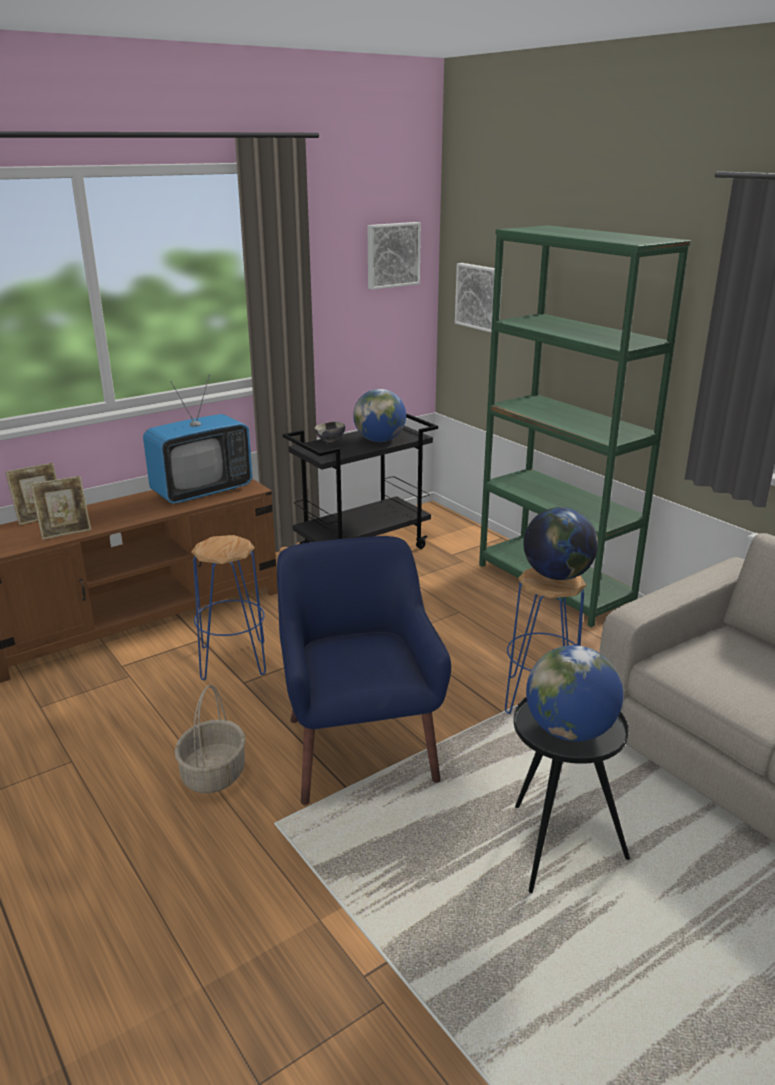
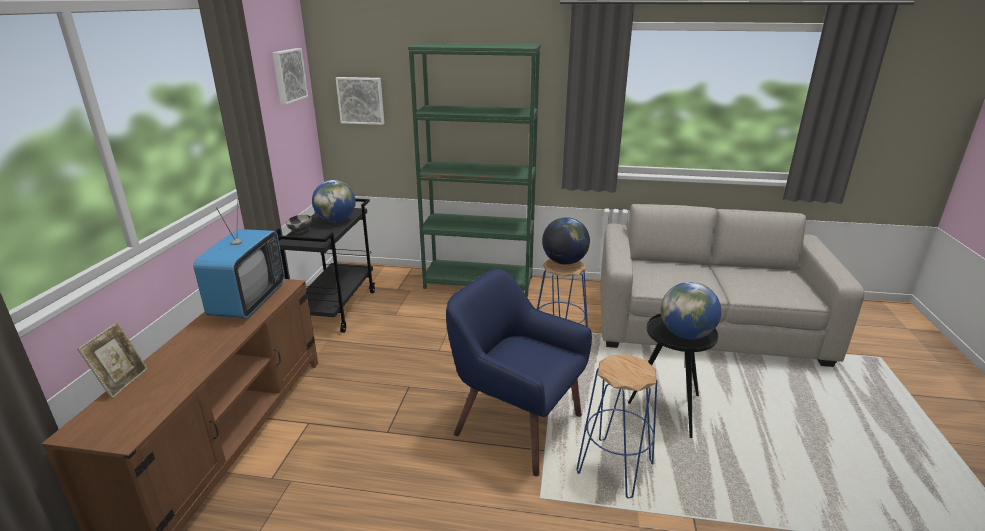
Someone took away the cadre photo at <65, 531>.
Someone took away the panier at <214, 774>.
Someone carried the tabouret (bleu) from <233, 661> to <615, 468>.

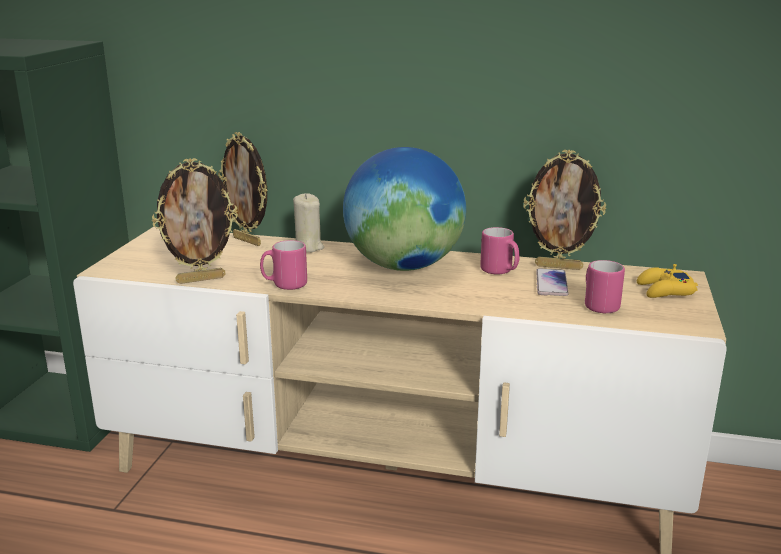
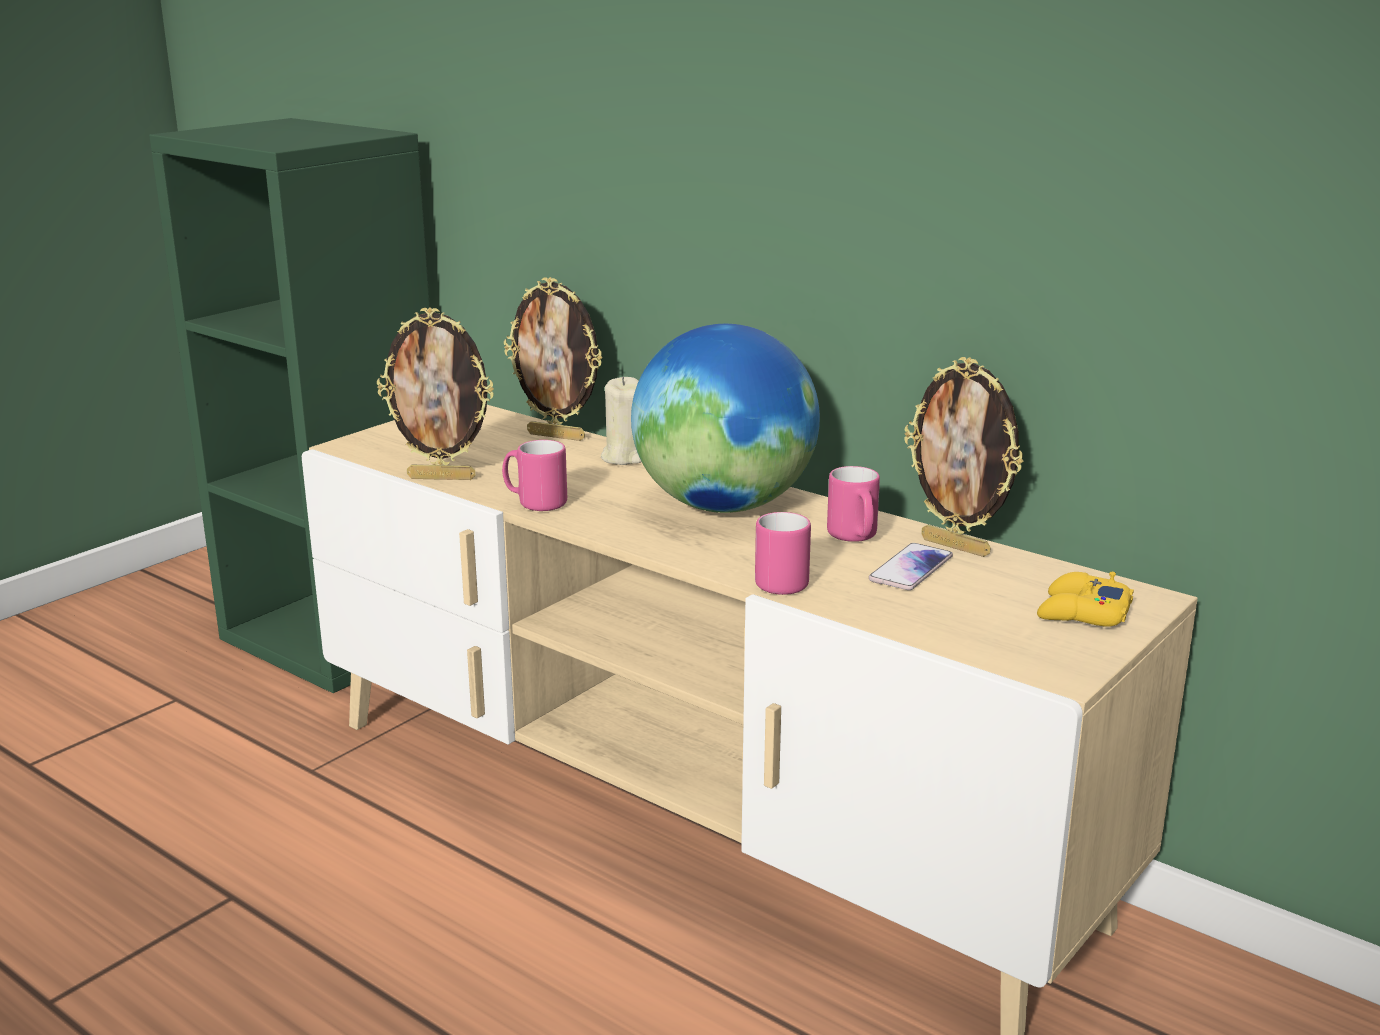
Someone rotated the cadre photo at <248, 241> by 45 degrees counterclockwise.
Someone carried the mug (rose) from <598, 305> to <782, 581>.

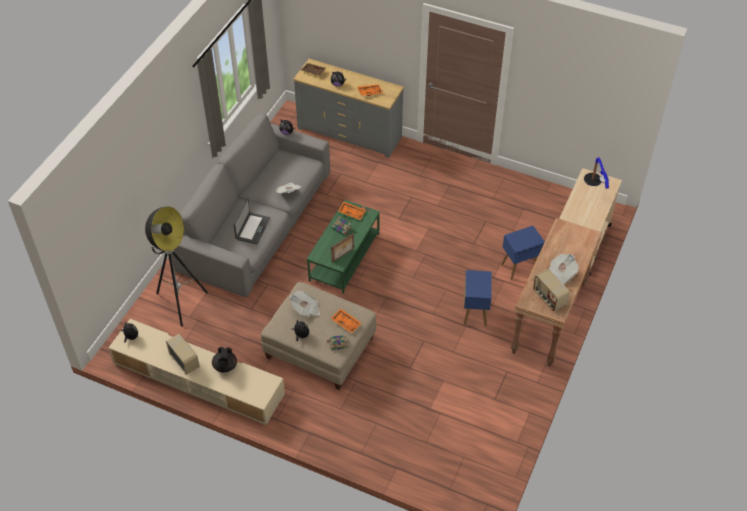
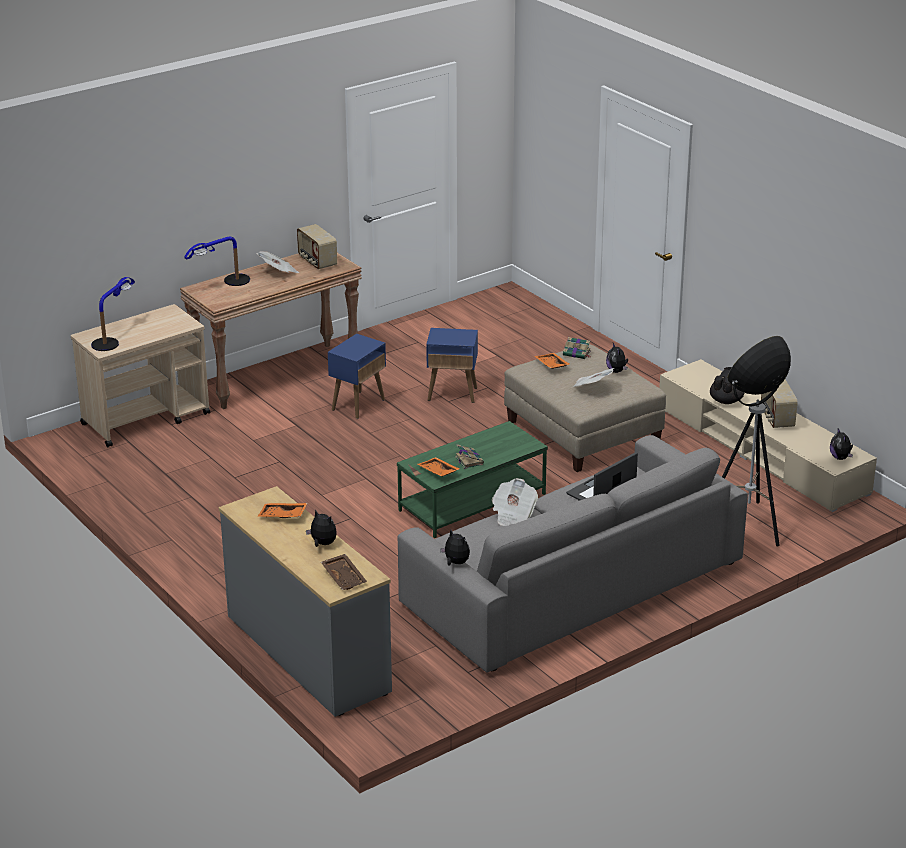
Someone took away the cadre photo at <343, 255>.
Someone carried the table d'appoint (bleu) from <519, 267> to <453, 394>.
Someone rotated the radio at <549, 298> by 150 degrees clockwise.
Someone put down the lampe de table at <224, 284>.

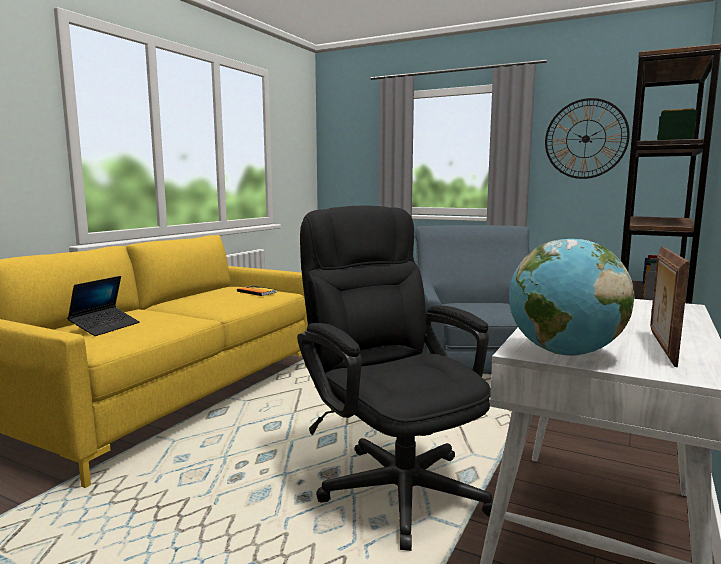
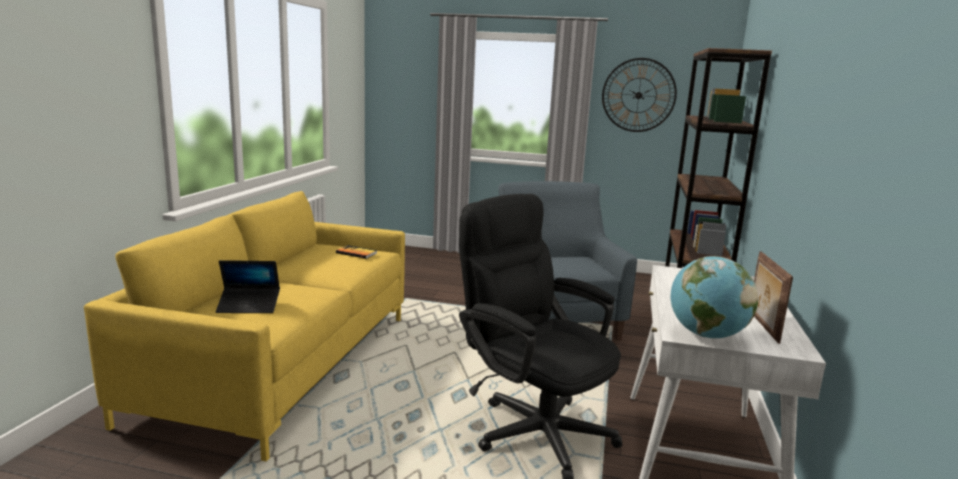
Someone rotated the ordinateur portable at <105, 327> by 75 degrees clockwise.

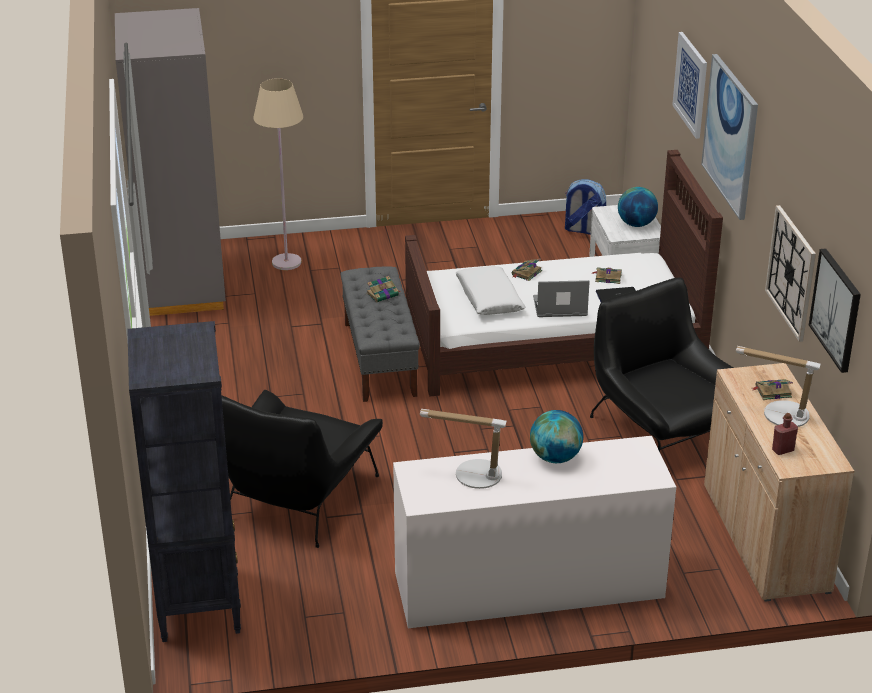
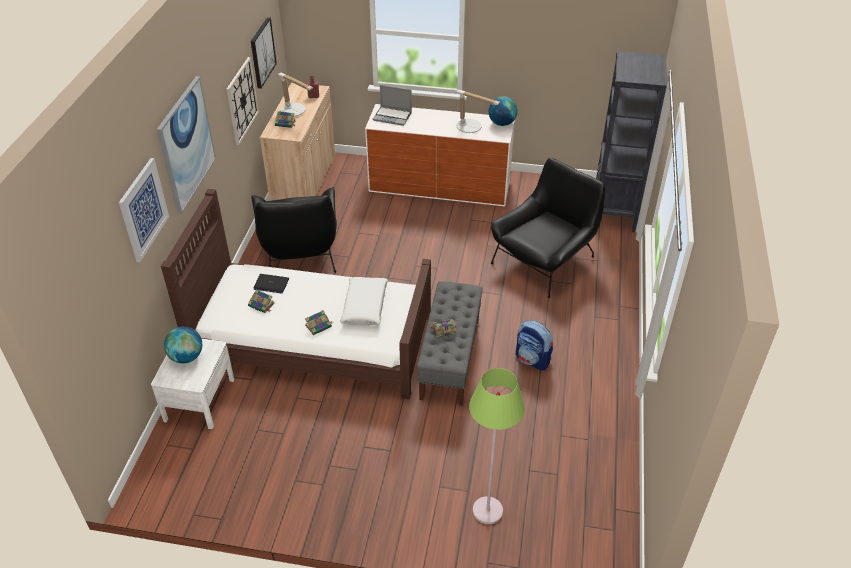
Someone took away the armoire (gris) at <183, 285>.
Someone repainted the lampadaire (beige) at <286, 262>, which became the lampadaire (vert) at <487, 511>.
Someone carried the globe from <555, 458> to <502, 123>.
Someone carried the ordinateur portable from <559, 307> to <393, 116>.
Someone carried the sac à dos from <583, 230> to <533, 359>.

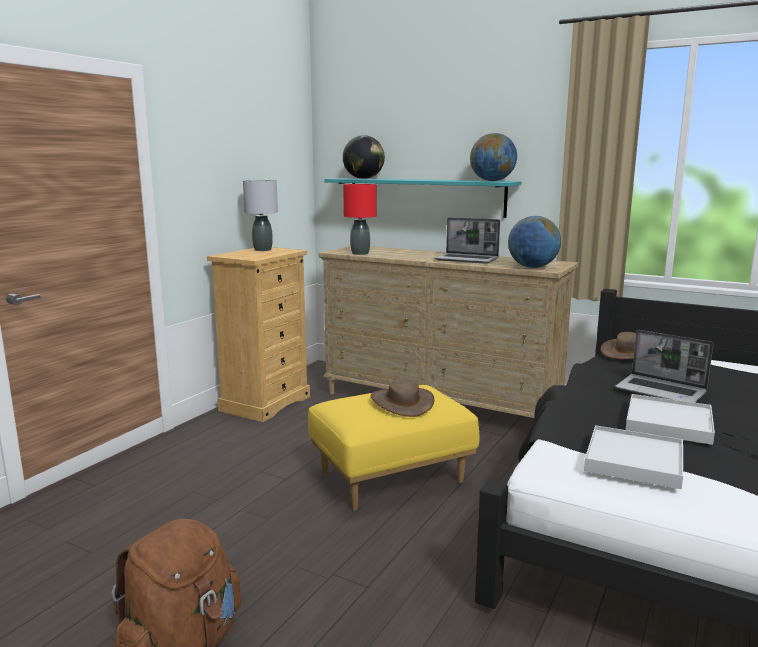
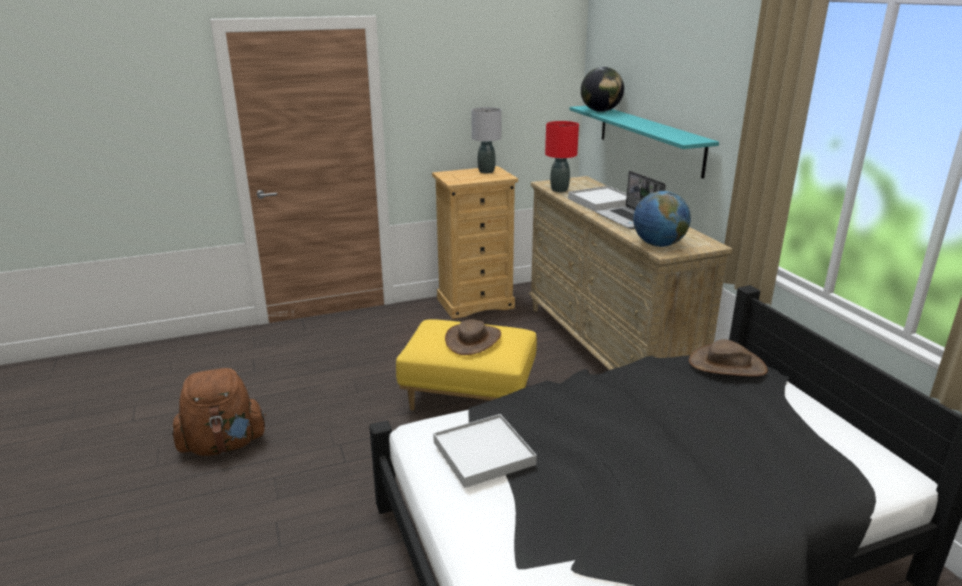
Someone took away the globe at <492, 181>.
Someone took away the ordinateur portable at <662, 391>.
Someone carried the plateau (blanc) from <668, 423> to <601, 202>.

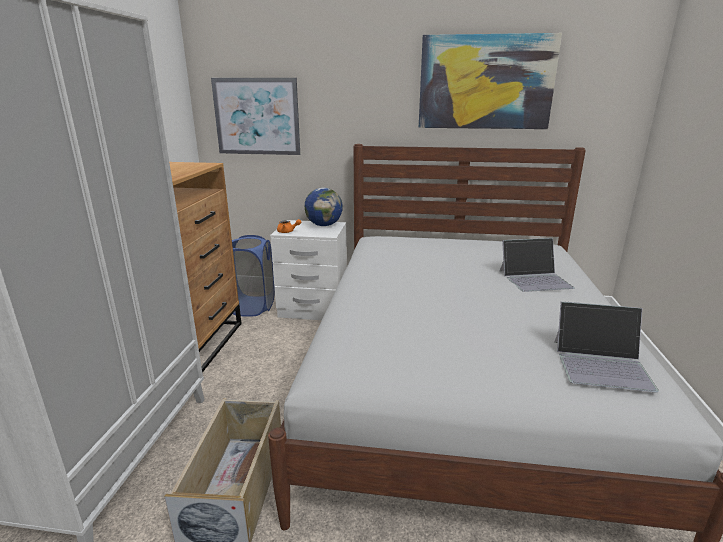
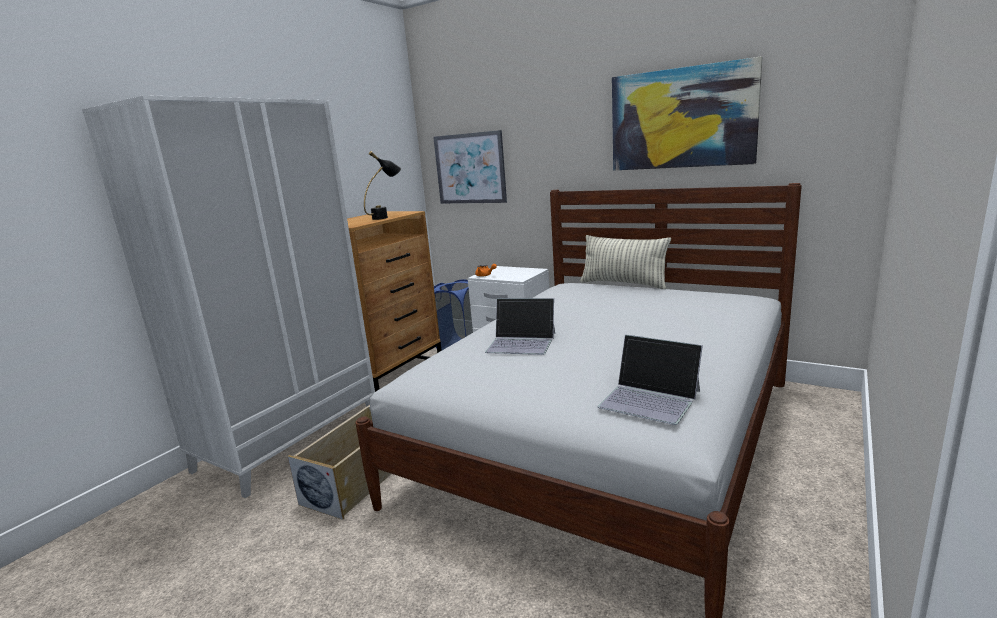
Someone took away the globe at <324, 225>.
Someone carried the ordinateur portable from <535, 279> to <522, 342>.
Someone put down the lampe de table (noir) at <386, 217>.
Someone put down the coussin at <623, 284>.

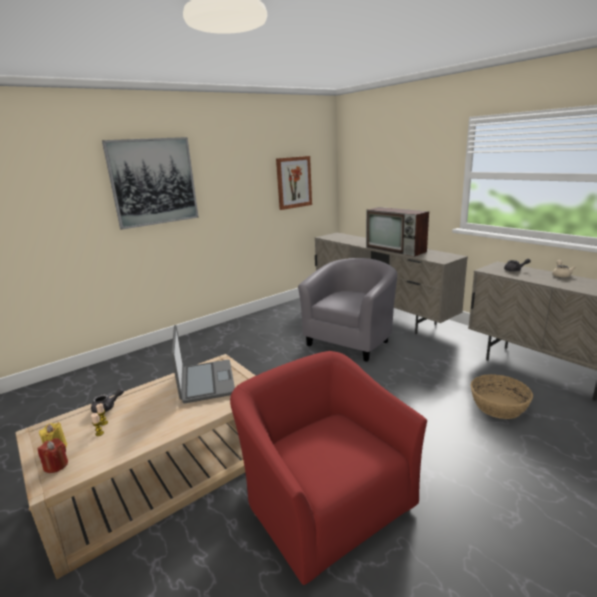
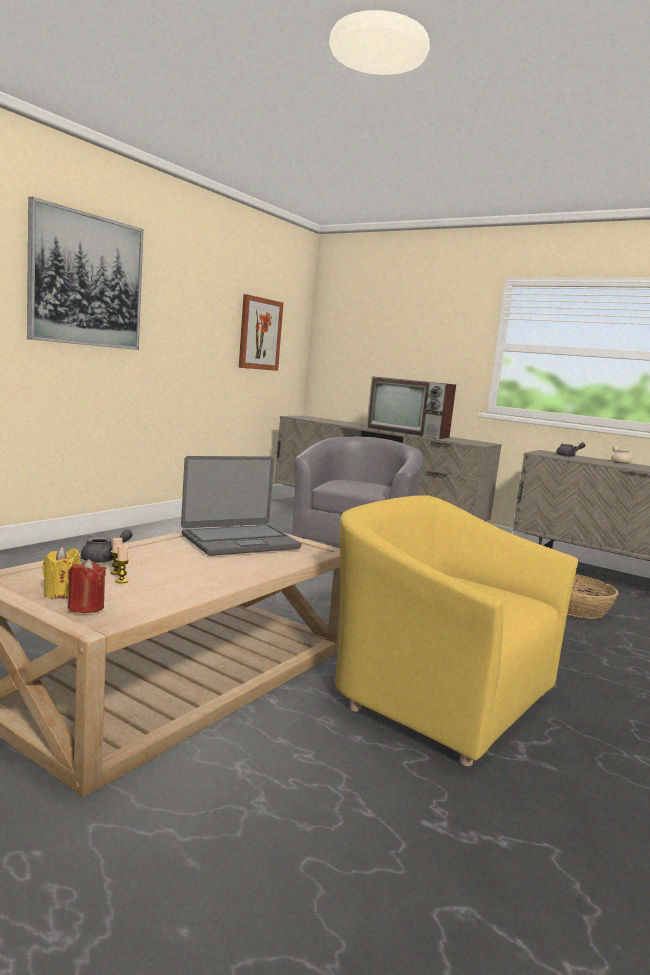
Someone rotated the ordinateur portable at <206, 382> by 90 degrees clockwise.
Someone repainted the fauteuil (rouge) at <325, 502>, which became the fauteuil (jaune) at <438, 694>.

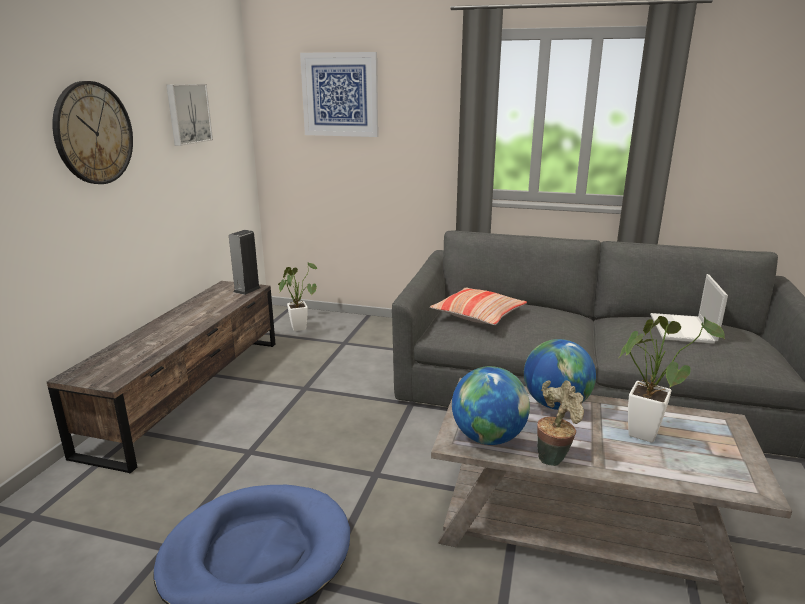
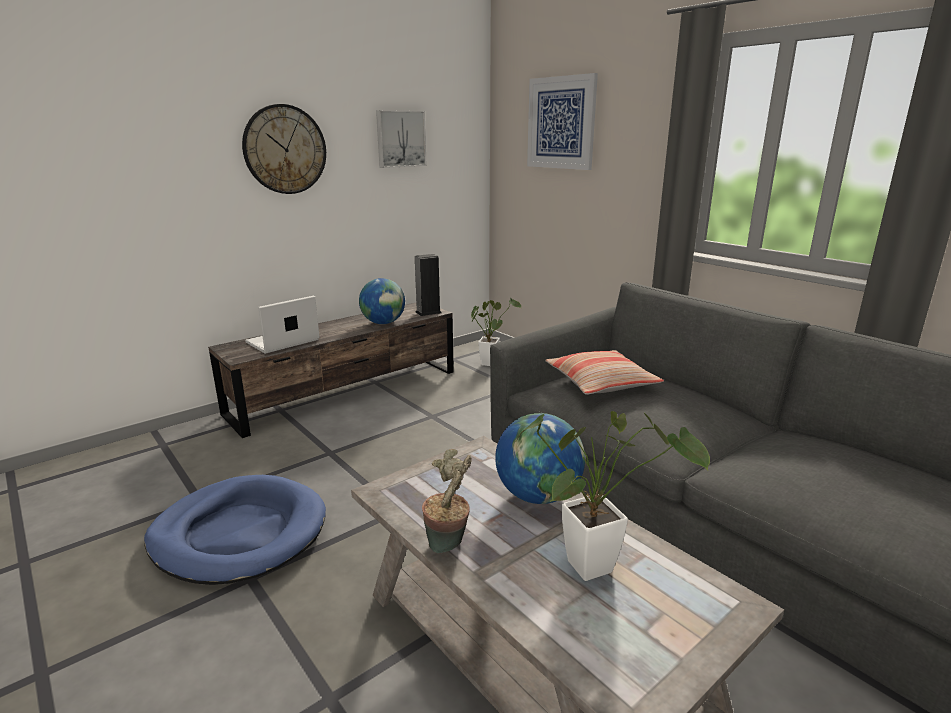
Someone carried the globe from <488, 438> to <383, 323>.
Someone carried the ordinateur portable from <682, 329> to <281, 342>.

